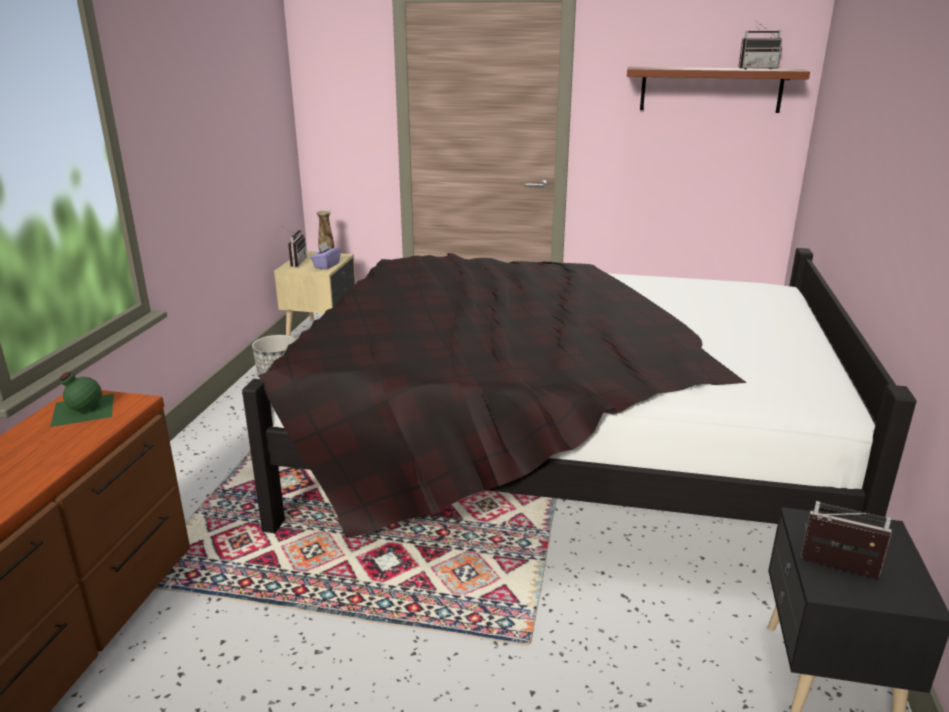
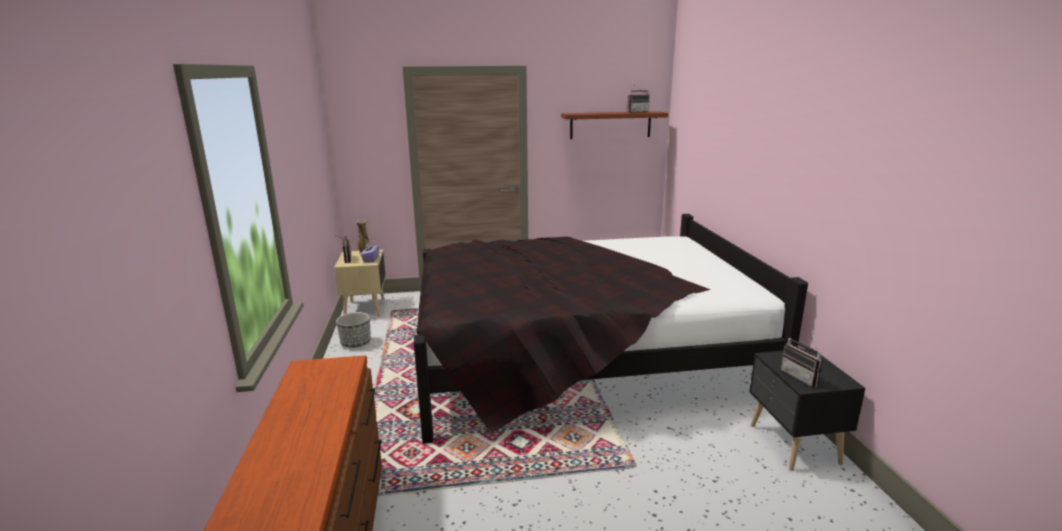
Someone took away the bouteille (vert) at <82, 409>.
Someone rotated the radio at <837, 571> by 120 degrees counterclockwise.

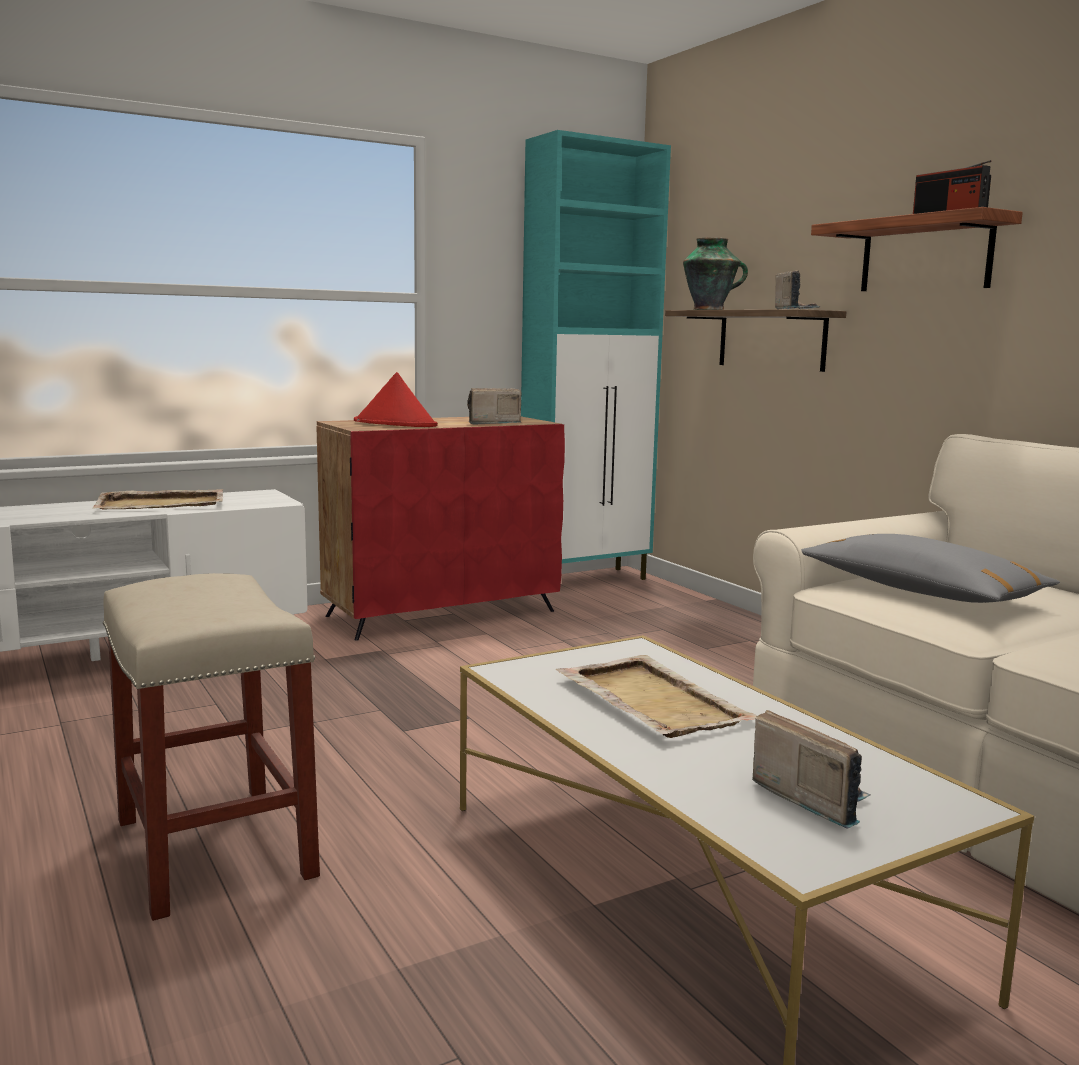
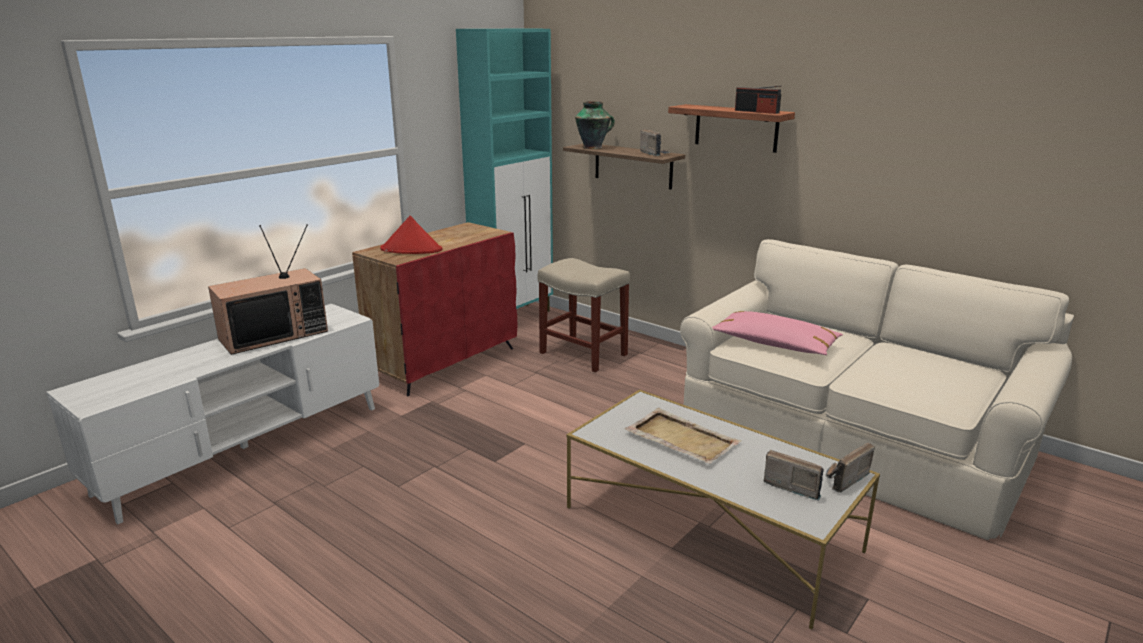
Someone swapped the plateau (beige) at <162, 504> for the téléviseur at <274, 334>.
Someone carried the tabouret (beige) from <212, 846> to <582, 353>.
Someone carried the radio from <491, 423> to <842, 479>.
Someone repainted the coussin (gris) at <920, 591>, which became the coussin (rose) at <774, 344>.

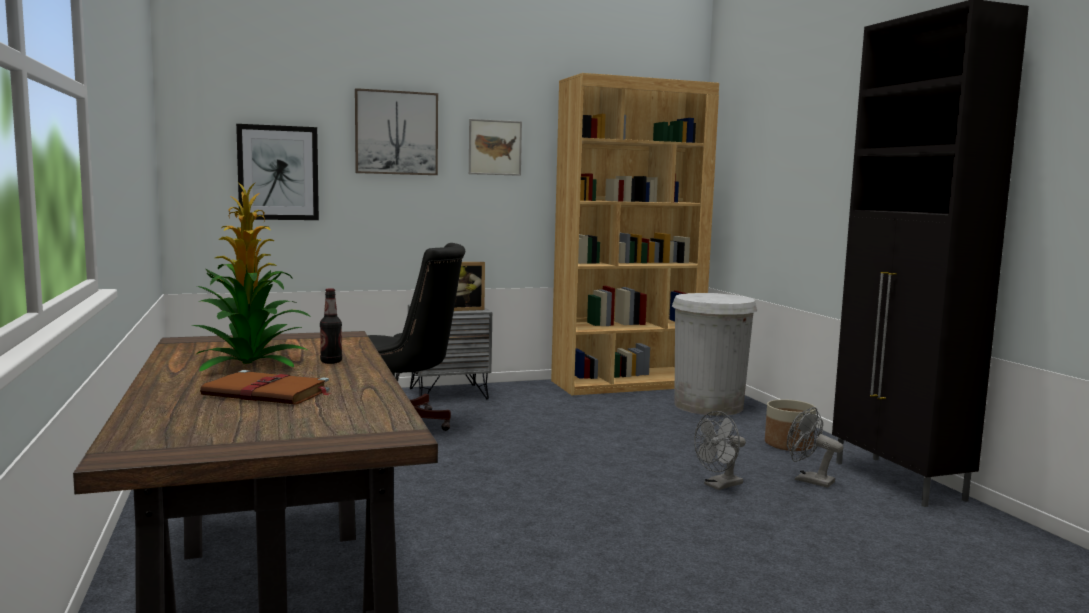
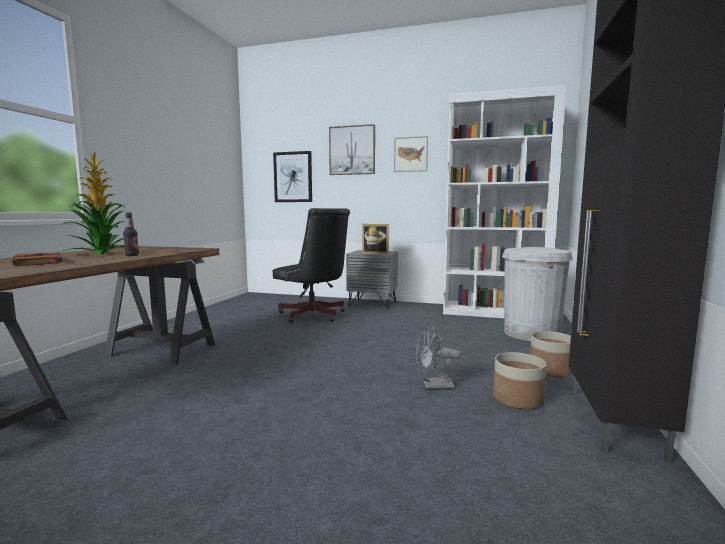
Someone repainted the bibliothèque (marron) at <627, 384>, which became the bibliothèque (blanc) at <494, 312>.
Someone swapped the ventilateur (gris) at <808, 480> for the cache-pot at <517, 399>.

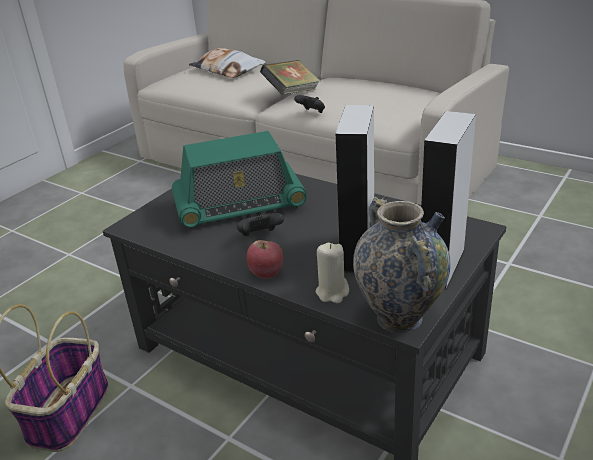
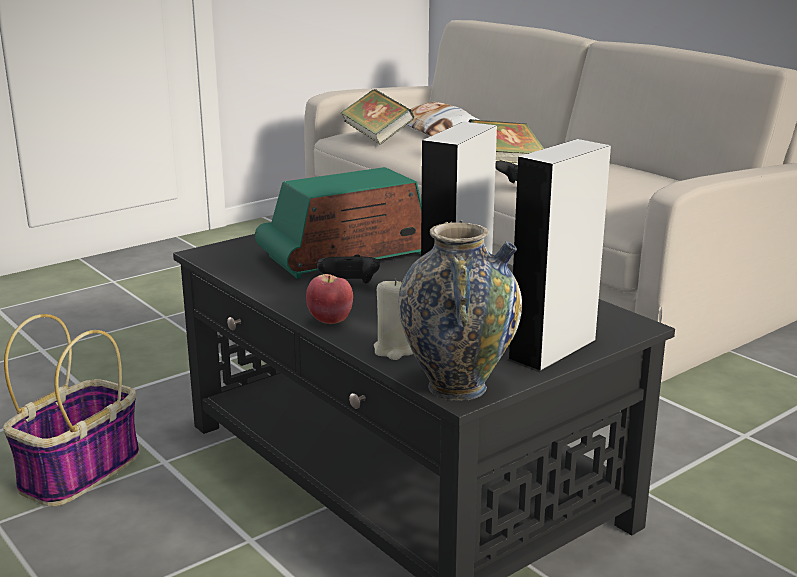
Someone rotated the radio at <239, 206> by 150 degrees clockwise.
Someone put down the livre at <377, 137>.

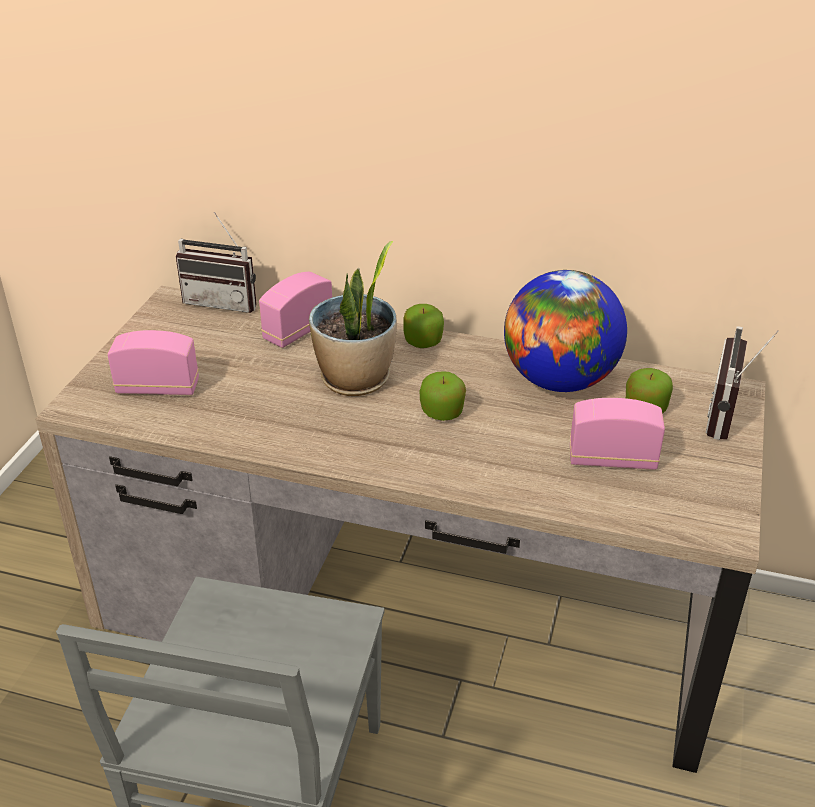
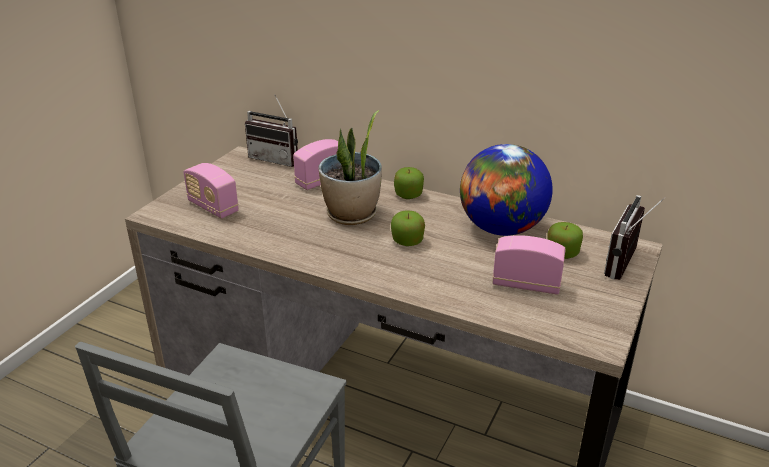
Someone rotated the radio at <158, 388> by 150 degrees counterclockwise.

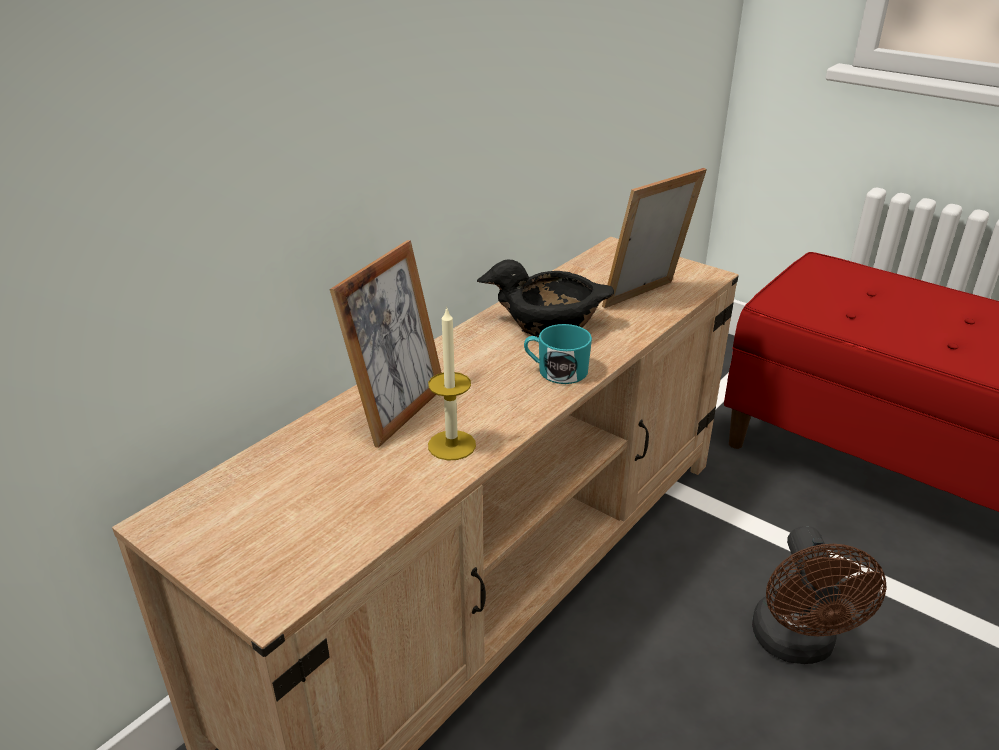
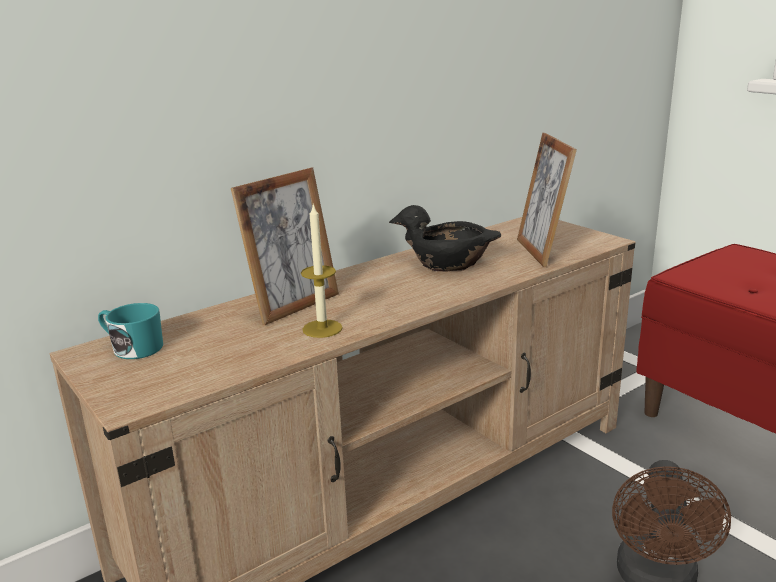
Someone carried the mug (turquoise) from <556, 371> to <132, 347>.
Someone rotated the cadre photo at <646, 299> by 75 degrees counterclockwise.

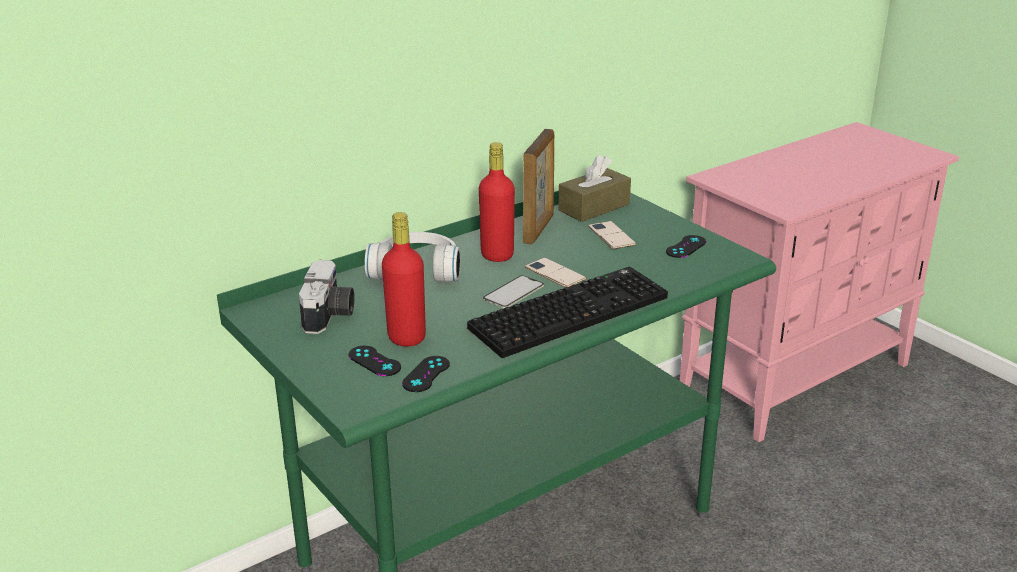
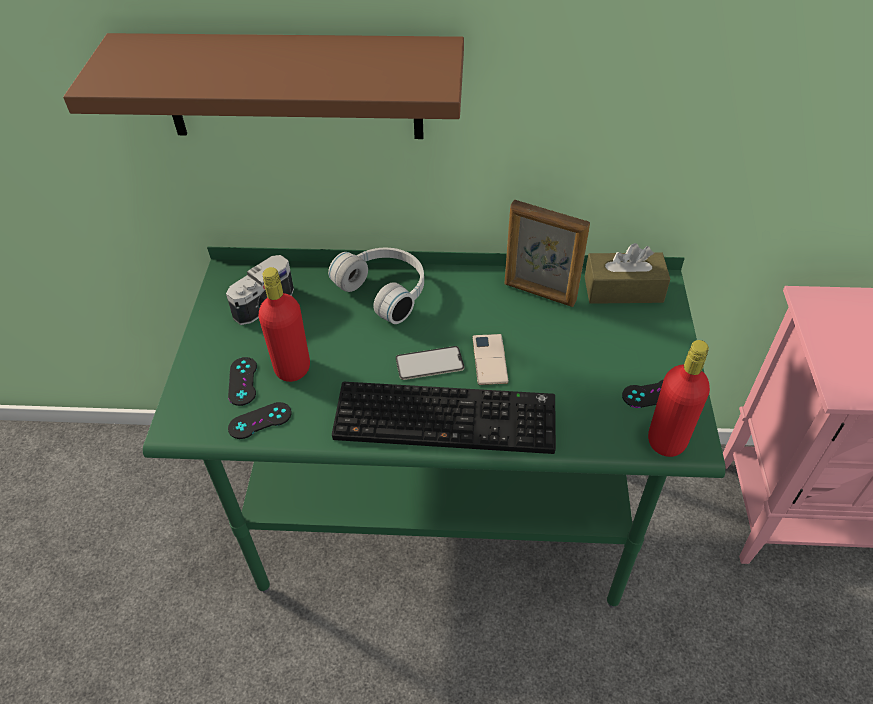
Someone carried the bouteille (rouge) from <497, 255> to <666, 441>.
Someone rotated the cadre photo at <539, 229> by 60 degrees clockwise.
Someone took away the téléphone at <611, 236>.
Someone put up the étagère (marron) at <292, 87>.

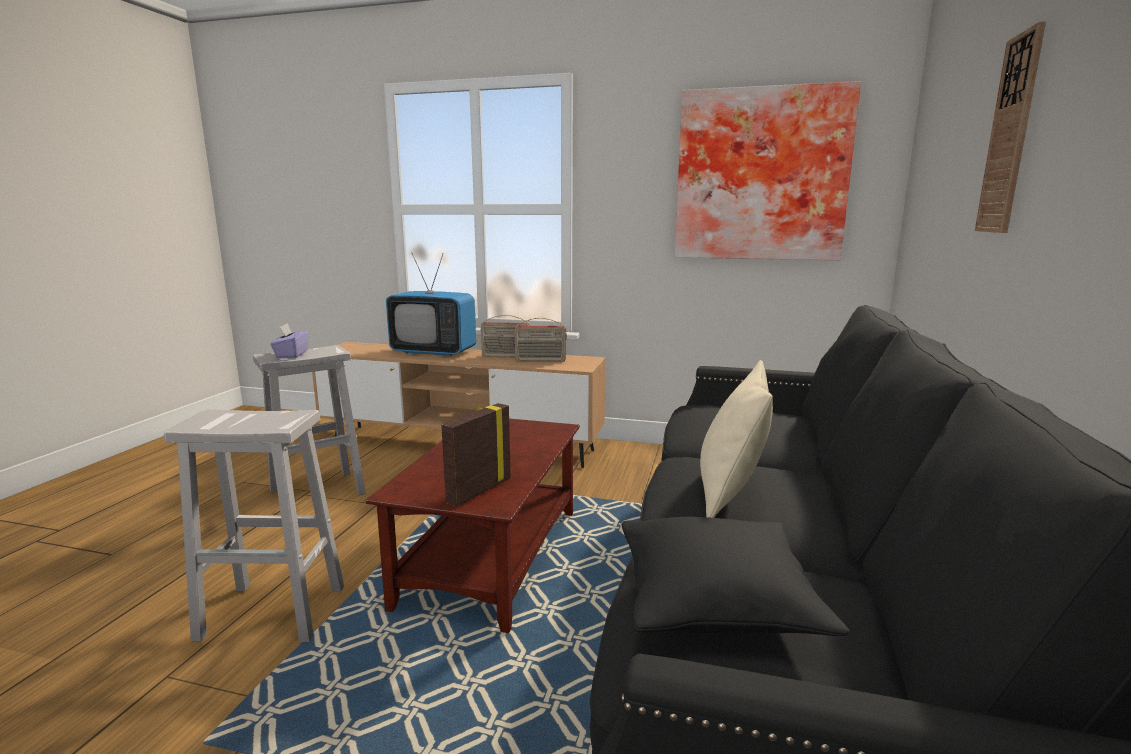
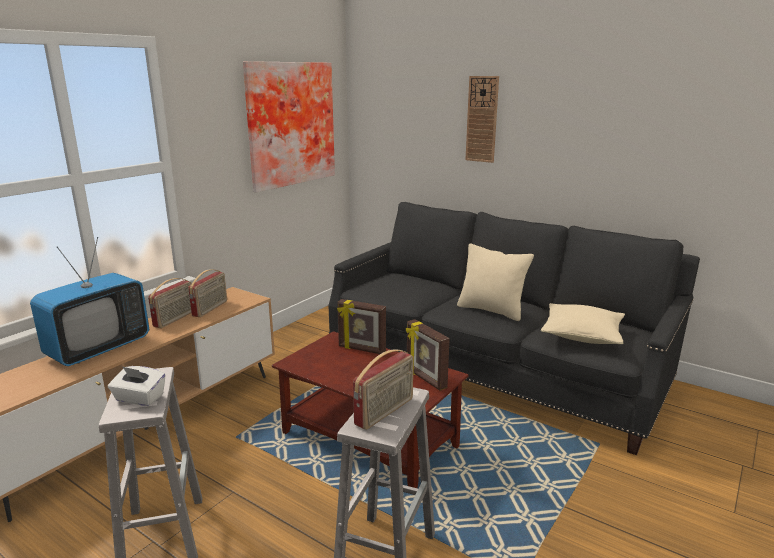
Someone repainted the boîte à mouchoirs (violet) at <291, 355>, which became the boîte à mouchoirs (blanc) at <139, 398>.
Someone repainted the coussin (noir) at <715, 600>, which became the coussin (beige) at <582, 334>.
Someone put down the cadre photo at <361, 349>.
Someone put down the radio at <385, 412>.

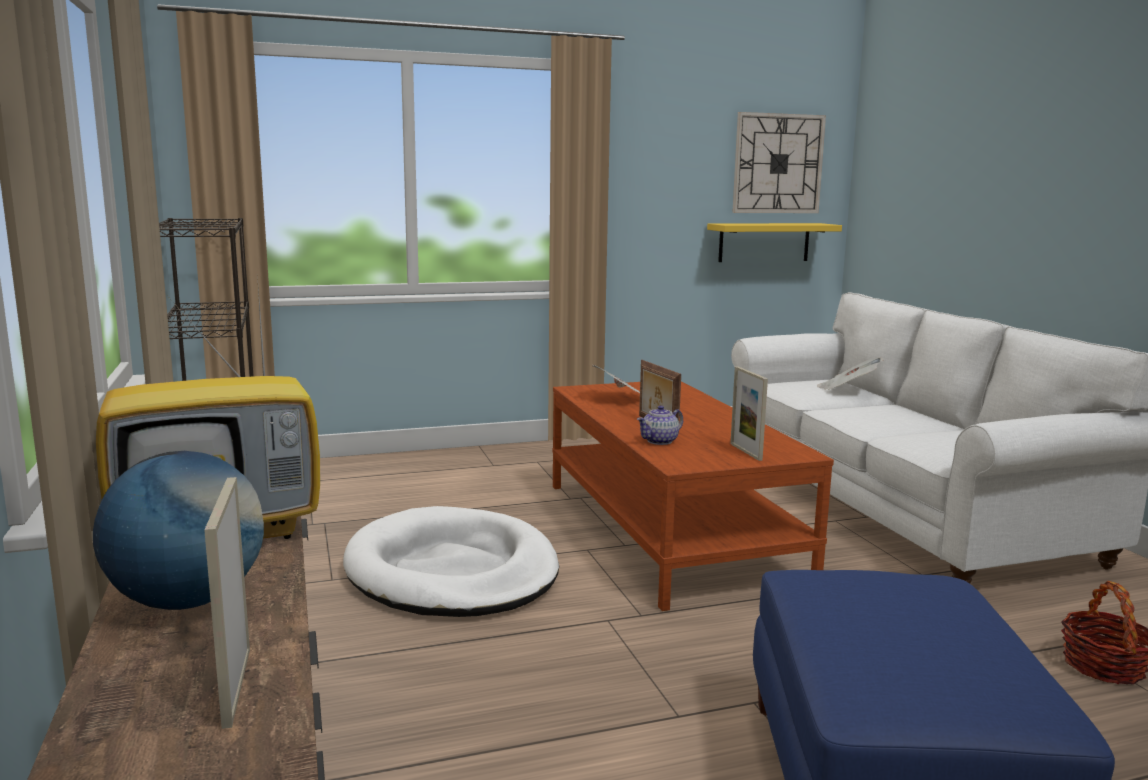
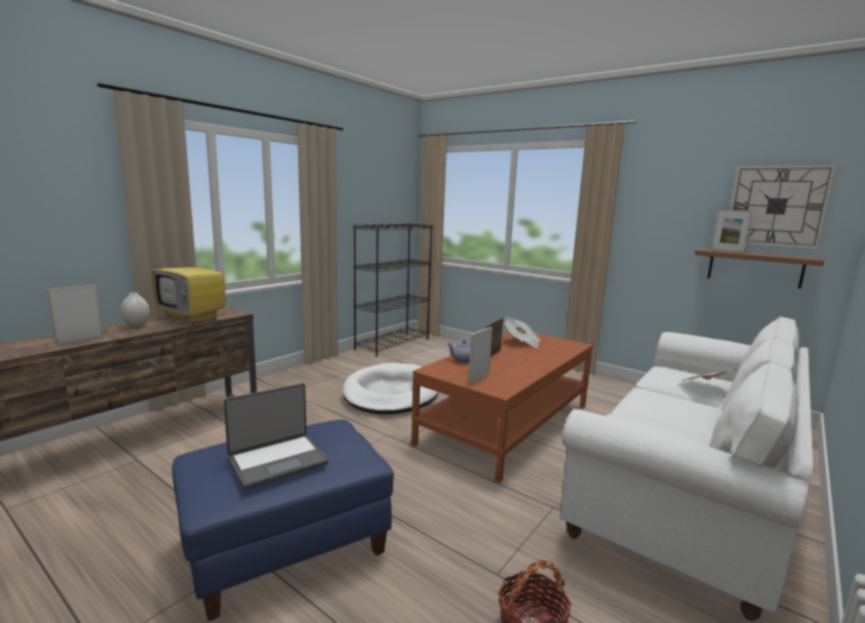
Someone swapped the globe at <188, 601> for the vase (blanc) at <136, 326>.
Someone repainted the étagère (jaune) at <764, 242>, which became the étagère (marron) at <754, 268>.
Someone put down the ordinateur portable at <277, 461>.
Someone put down the cadre photo at <727, 251>.

